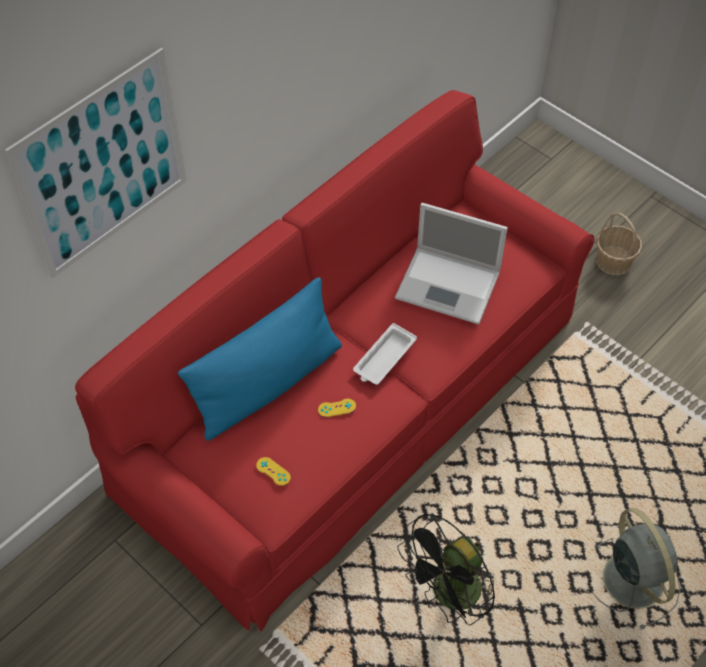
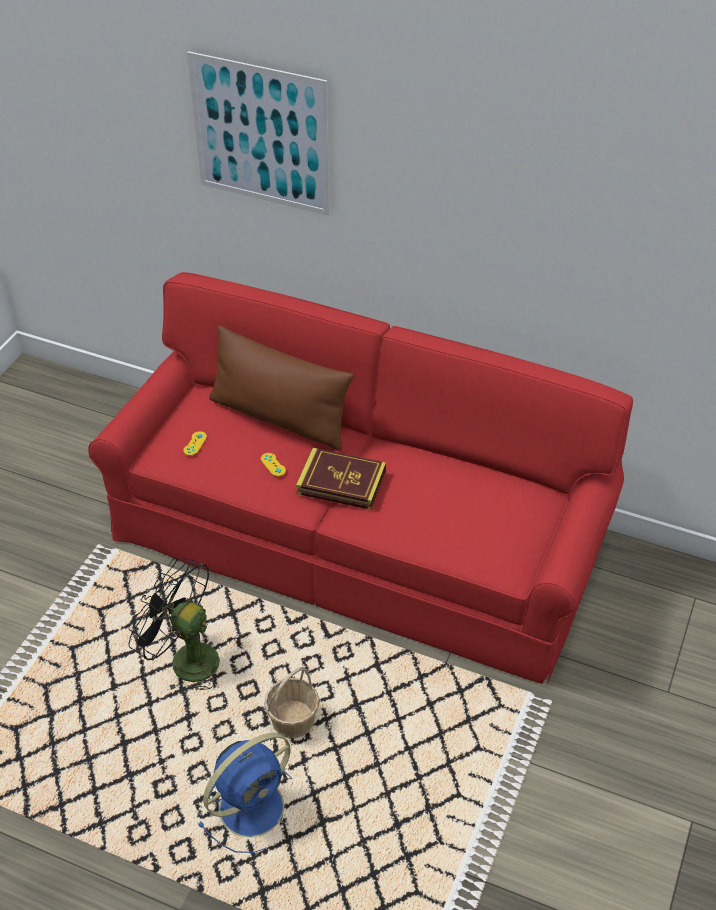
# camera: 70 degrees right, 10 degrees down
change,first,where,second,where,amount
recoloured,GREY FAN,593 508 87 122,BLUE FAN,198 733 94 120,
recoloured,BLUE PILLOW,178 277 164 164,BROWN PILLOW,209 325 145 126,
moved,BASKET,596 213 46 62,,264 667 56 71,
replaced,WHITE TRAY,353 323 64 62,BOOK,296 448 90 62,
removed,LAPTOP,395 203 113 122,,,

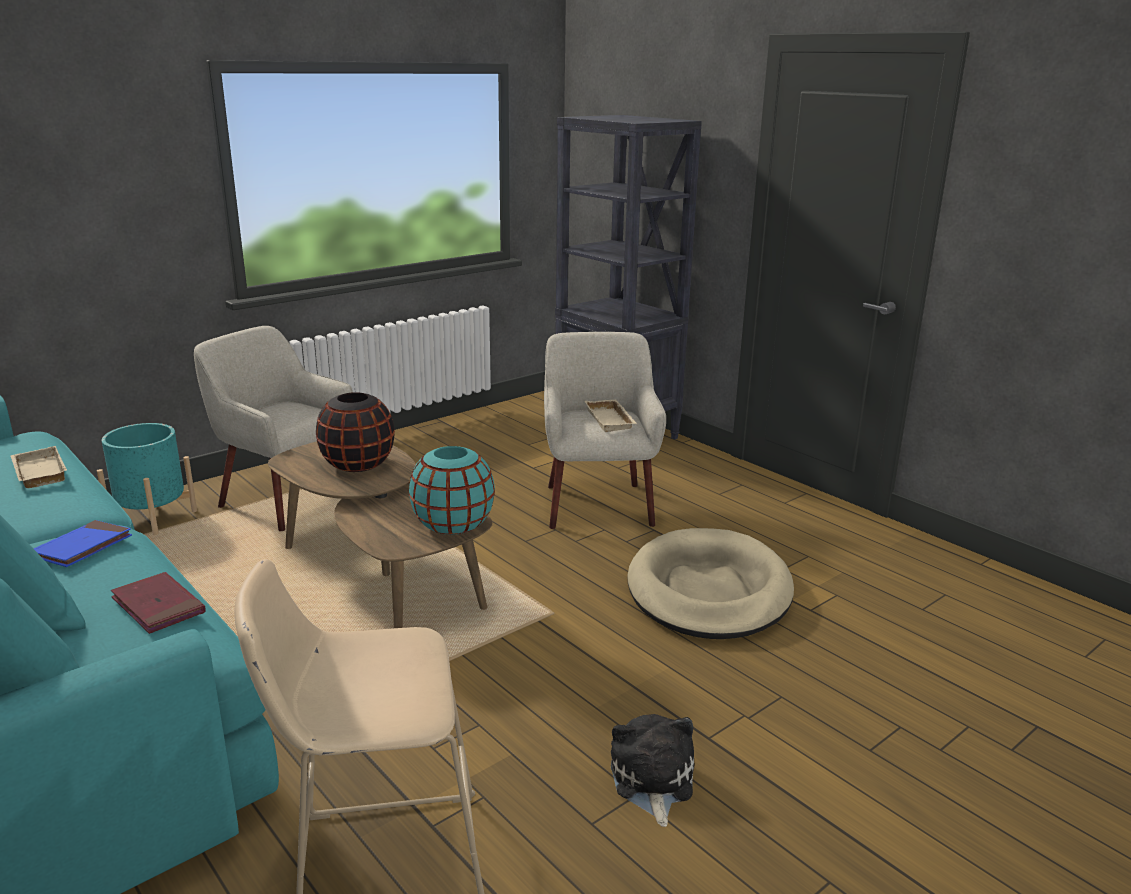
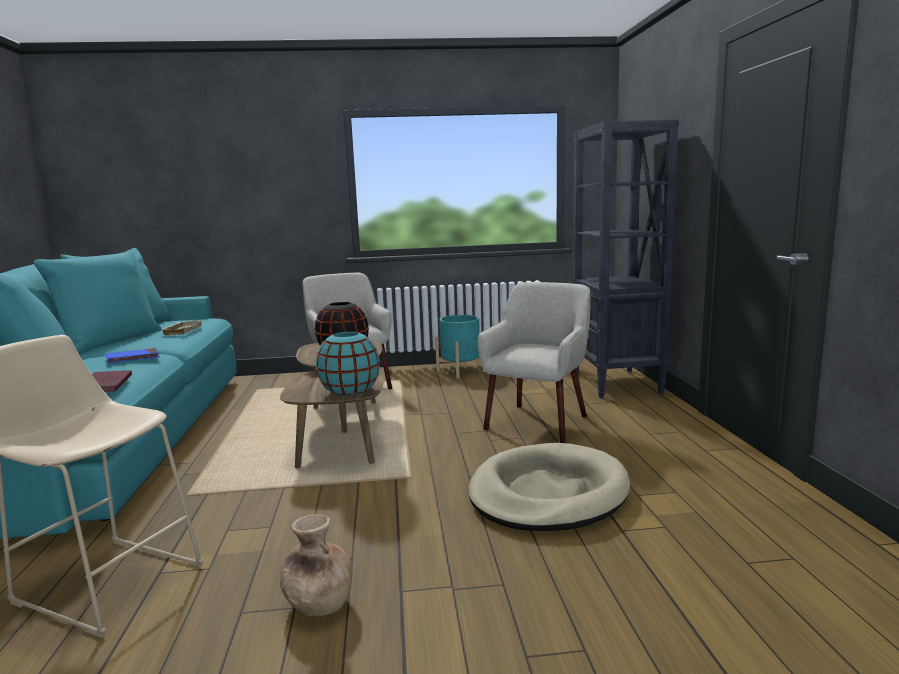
# camera: 35 degrees right, 10 degrees down
change,first,where,second,where,amount
replaced,PLUSH TOY,611 714 83 113,BROWN VASE,280 514 72 102,
moved,TURQUOISE PLANTER,97 423 100 112,,435 315 50 64,
removed,BEIGE TRAY,585 399 52 33,,,

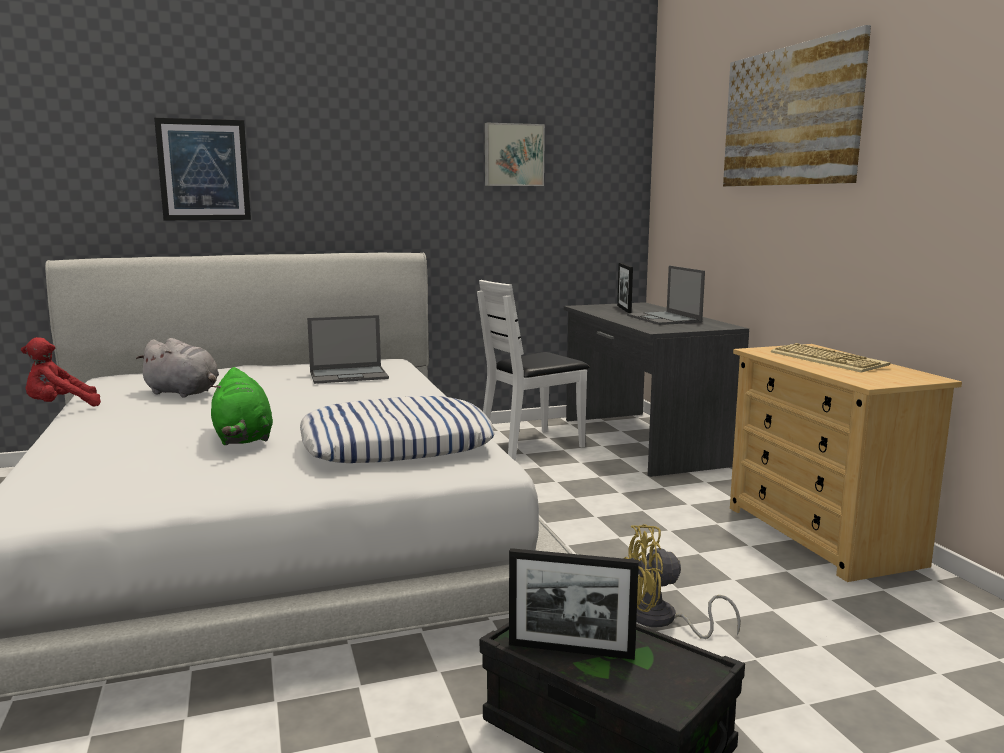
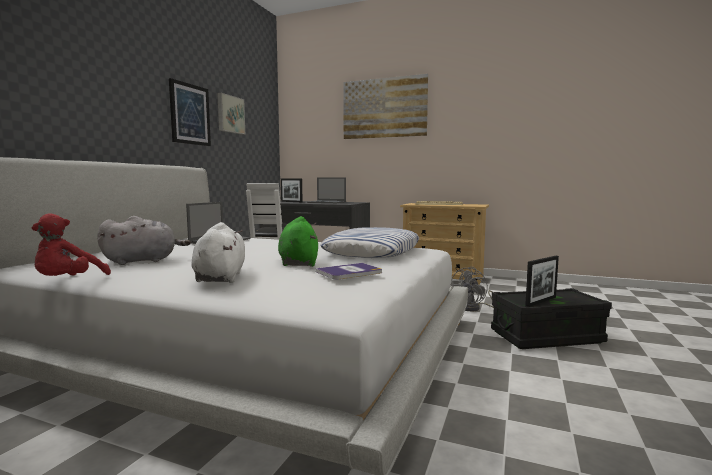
# camera: 50 degrees left, 5 degrees down
change,first,where,second,where,amount
moved,PICTURE,154 118 97 102,,169 78 42 68,
added,,,WHITE PLUSH TOY,191 222 54 61,
turned,GREEN PLUSH TOY,210 367 63 78,,278 216 40 51,120 degrees counterclockwise
added,,,BOOK,315 263 67 16,
recoloured,YELLOW FAN,624 524 117 115,GREY FAN,451 267 43 44,

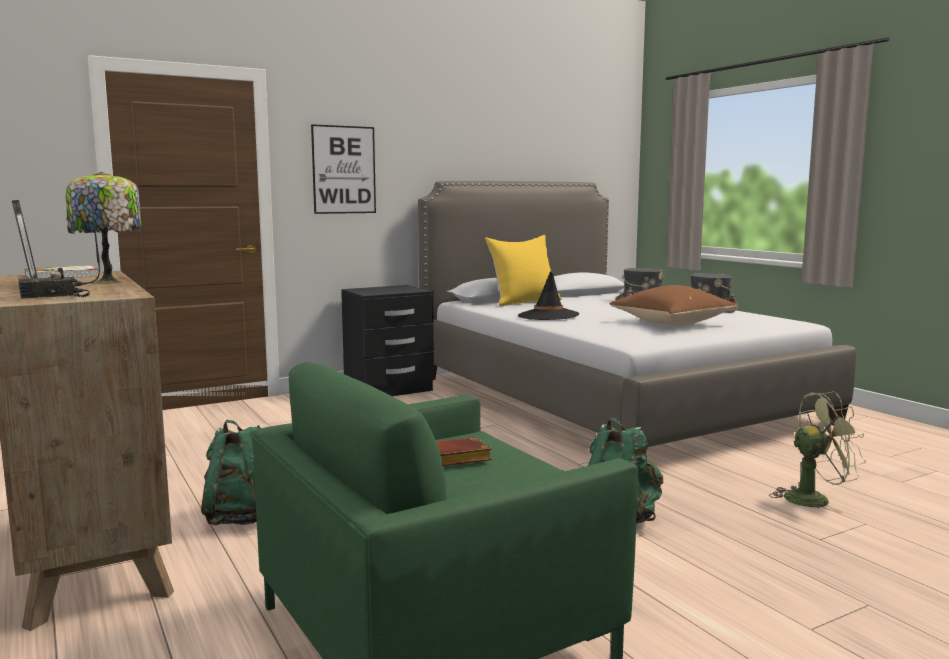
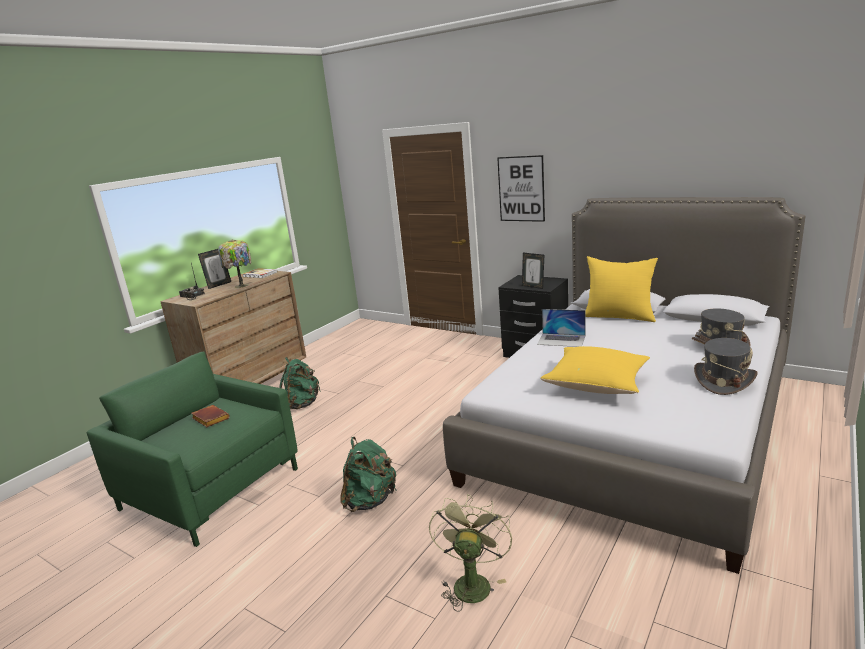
# camera: 65 degrees right, 10 degrees up
change,first,where,second,where,amount
turned,GREEN FAN,769 391 97 123,,429 494 83 118,135 degrees counterclockwise
added,,,PICTURE FRAME,522 253 22 36,
replaced,BLACK HAT,518 271 61 49,LAPTOP,537 309 49 38,
recoloured,BROWN PILLOW,610 285 128 41,YELLOW PILLOW,541 346 109 48,

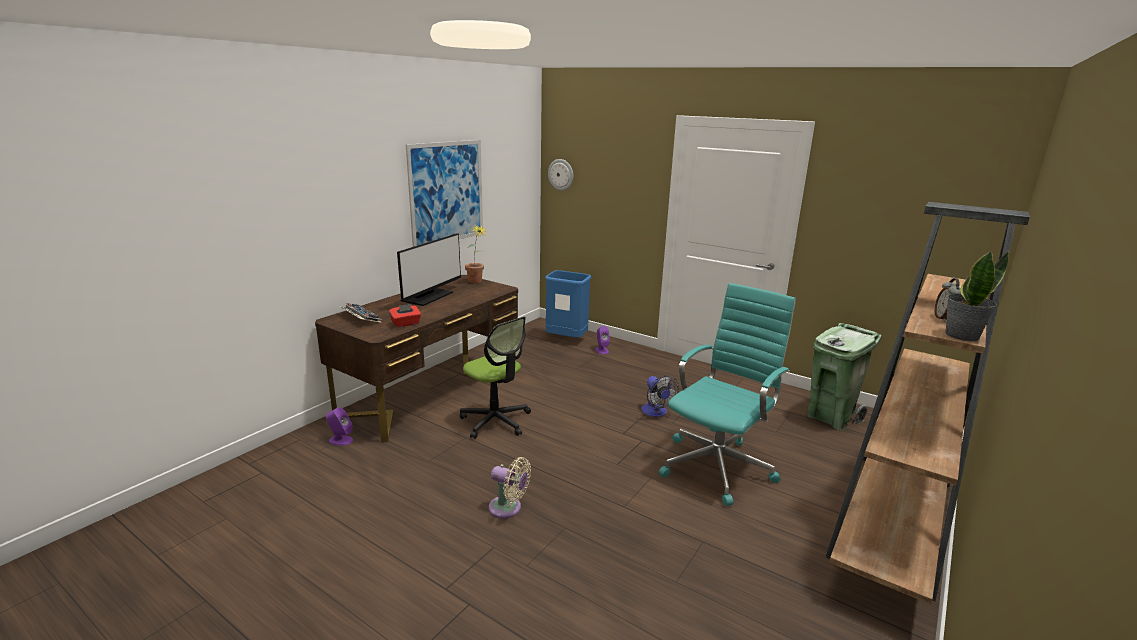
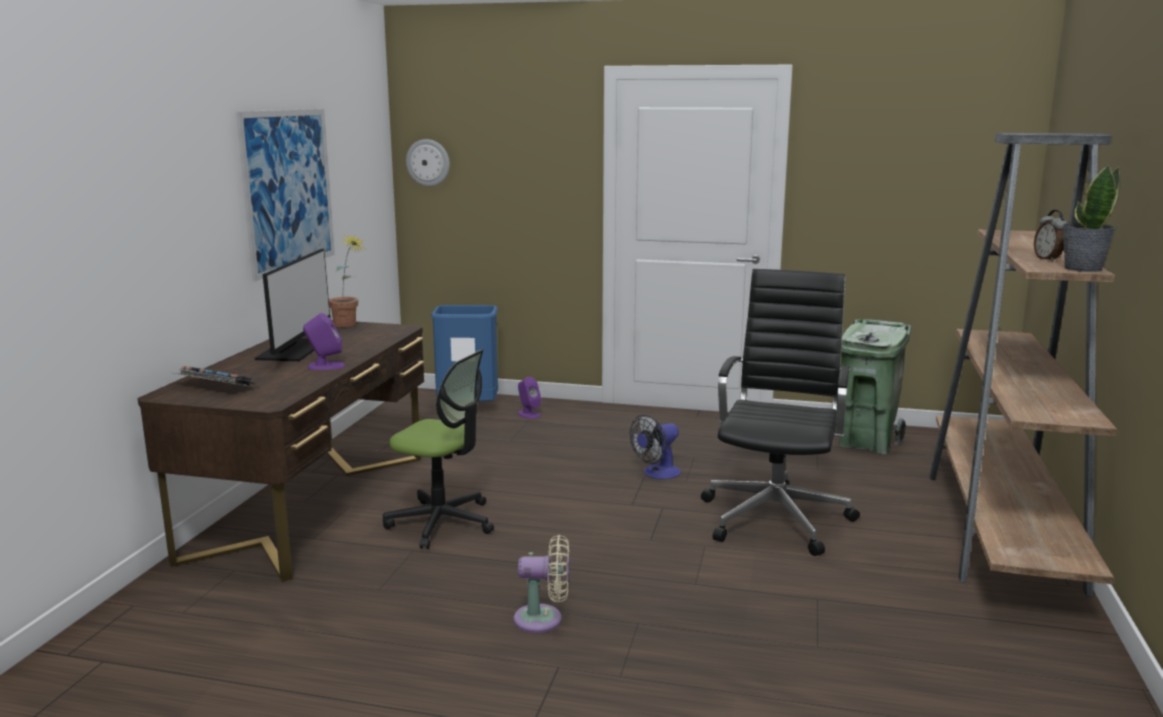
# camera: 20 degrees left, 5 degrees down
change,first,where,second,where,amount
moved,PURPLE SPEAKER,325 407 28 39,,303 313 42 57,
turned,FAN,641 376 38 41,,630 414 51 65,90 degrees clockwise
recoloured,TURQUOISE OFFICE CHAIR,659 283 137 223,BLACK OFFICE CHAIR,701 269 159 287,
removed,RED TISSUE BOX,389 304 32 24,,,

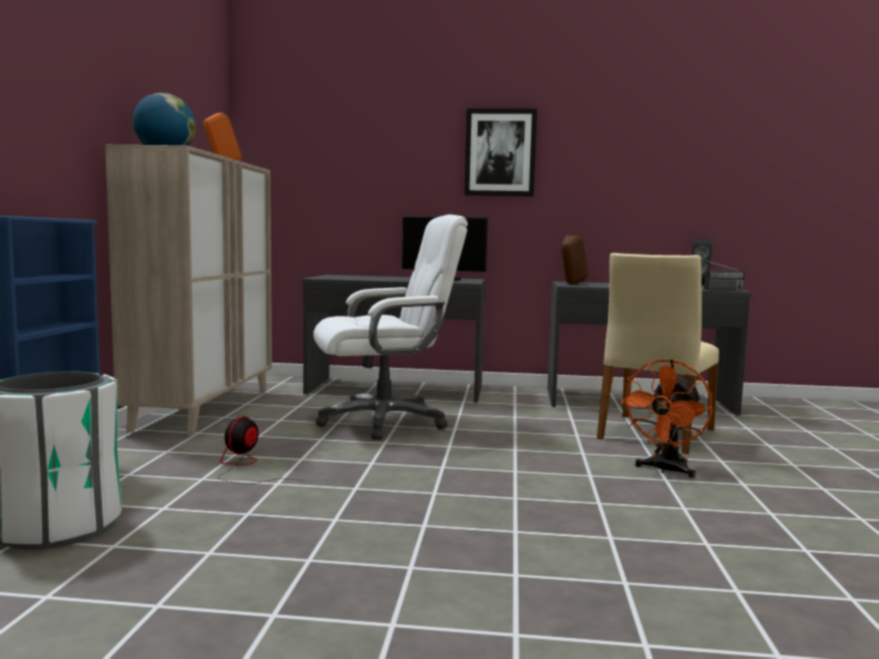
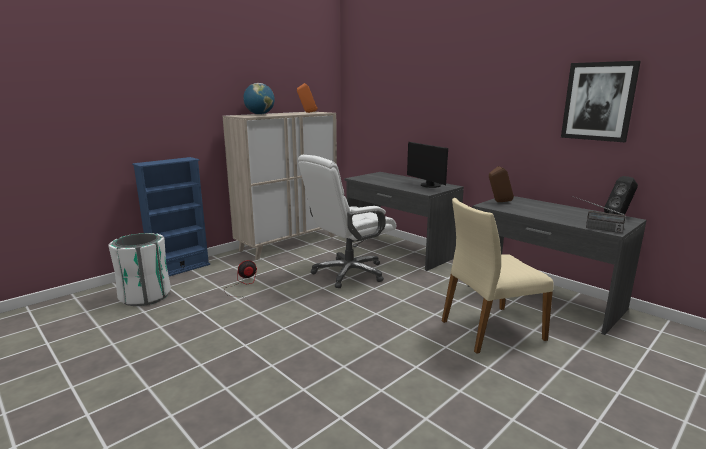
# camera: 40 degrees right, 10 degrees up
change,first,where,second,where,amount
turned,WHITE OFFICE CHAIR,313 214 155 226,,298 155 98 133,120 degrees clockwise
moved,PICTURE,464 108 73 89,,561 61 80 81,
removed,ORANGE FAN,620 359 92 119,,,

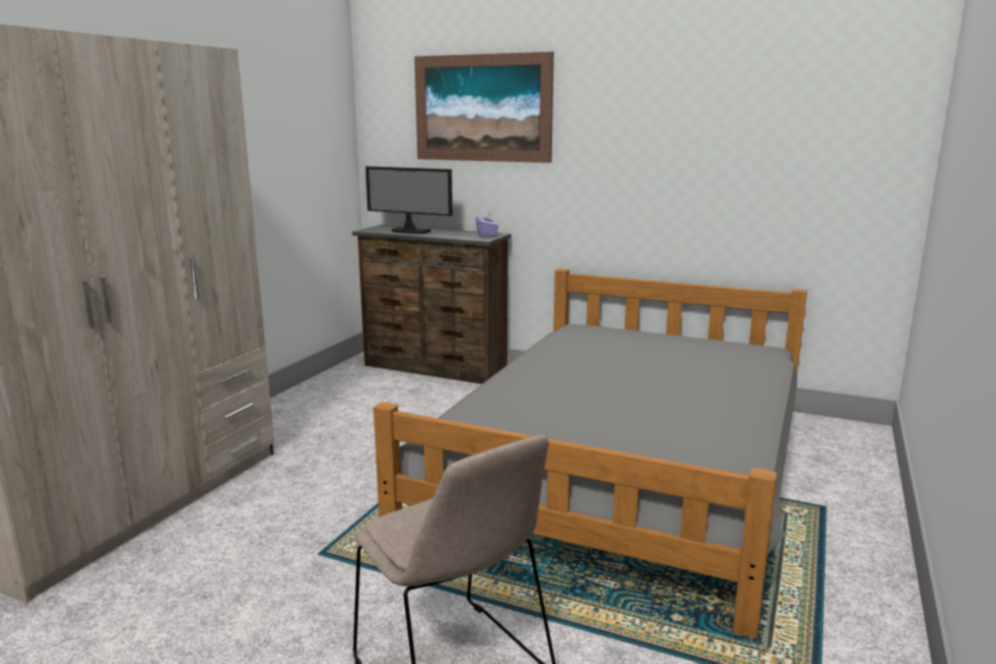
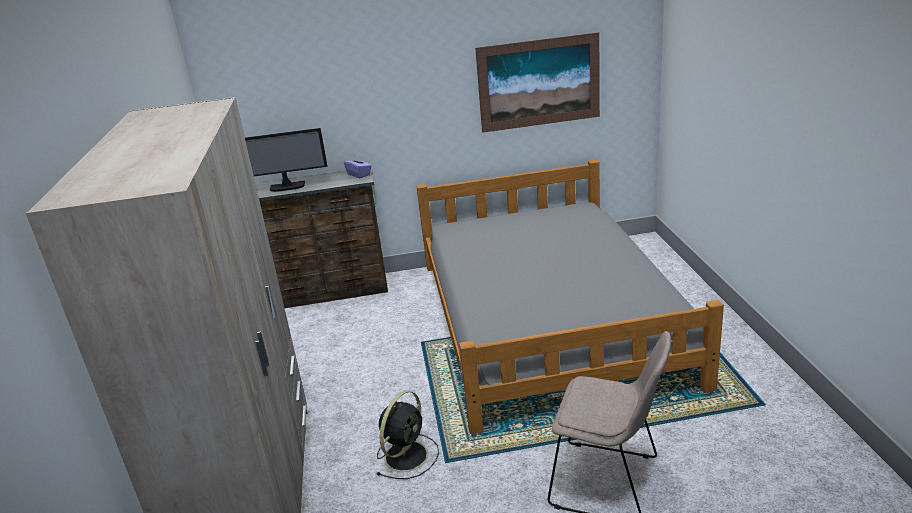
# camera: 30 degrees left, 10 degrees up
change,first,where,second,where,amount
added,,,BLACK FAN,377 391 62 88,
moved,PICTURE,414 52 140 111,,475 32 125 101,

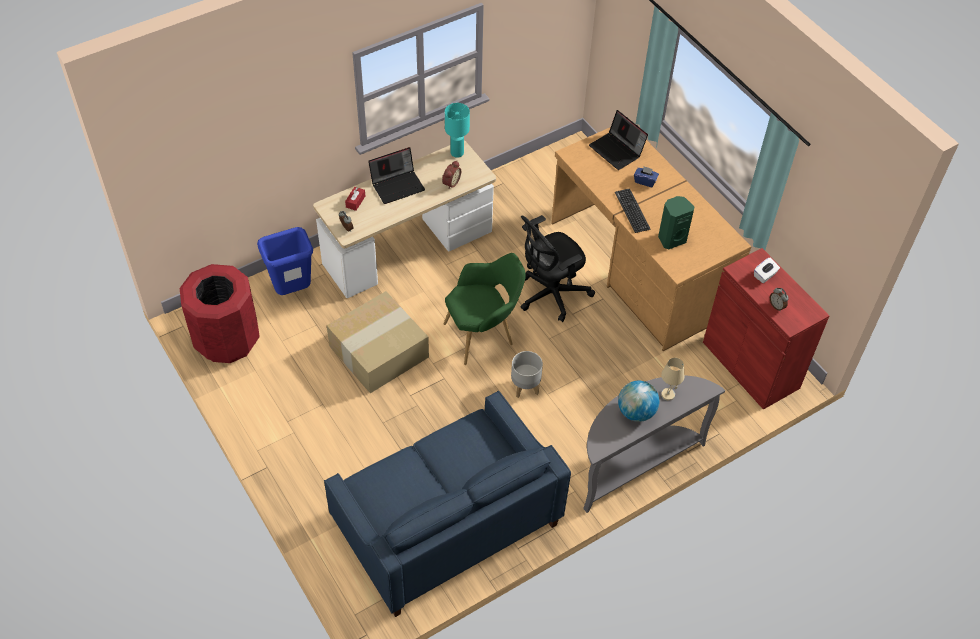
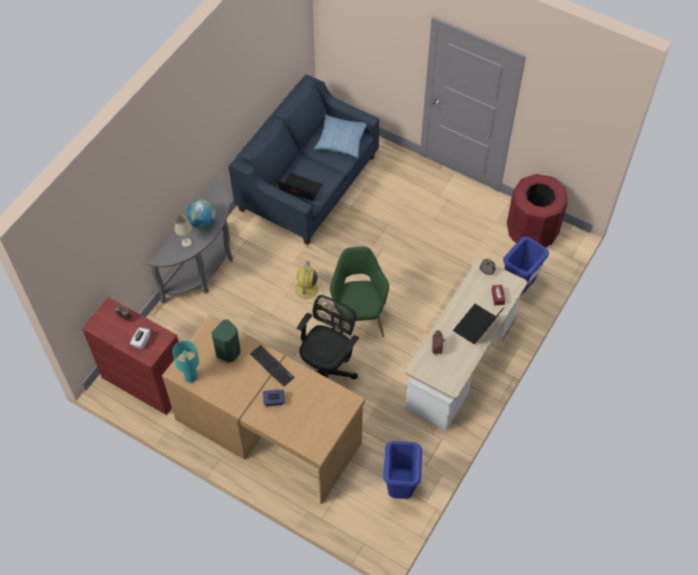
# camera: 155 degrees right, 5 degrees up
change,first,where,second,where,amount
moved,TURQUOISE TABLE LAMP,445 103 25 55,,172 341 27 42,
moved,LAPTOP,589 110 59 60,,277 173 45 28,
replaced,GREY PLANTER,511 351 32 47,YELLOW FAN,291 261 32 43,
added,,,PILLOW,314 114 53 44,
turned,GREEN ARMCHAIR,444 253 82 112,,330 247 59 90,135 degrees clockwise
added,,,BLUE TRASH CAN,383 441 39 58,
removed,CARDBOARD BOX,327 291 102 102,,,

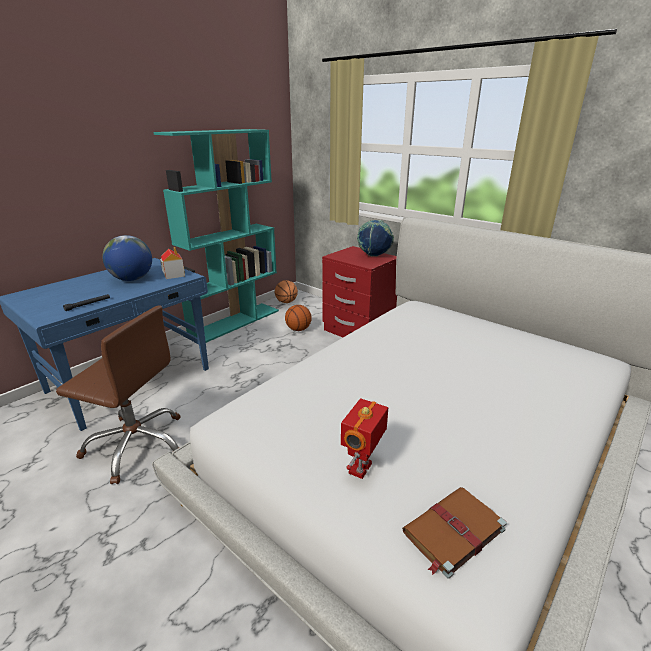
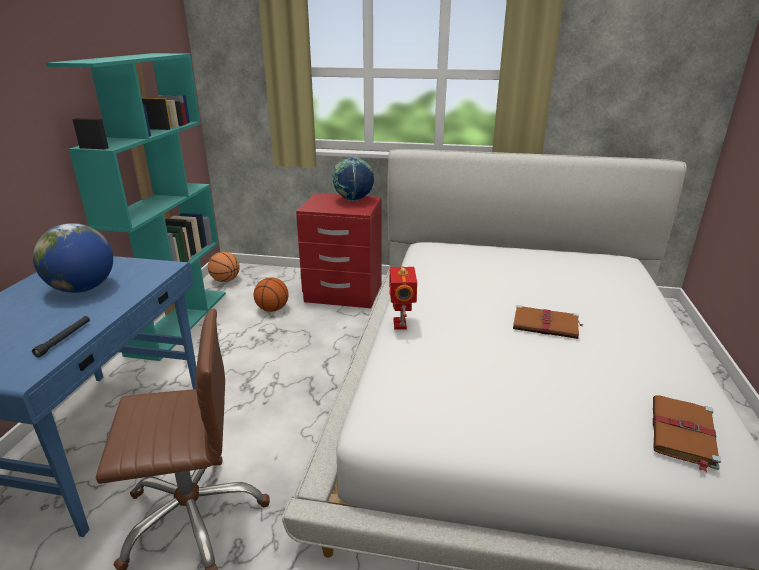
# camera: 30 degrees left, 0 degrees up
change,first,where,second,where,amount
moved,TOY ROBOT,341 398 47 81,,389 266 28 64,
added,,,BROWN BOOK,513 305 71 34,
removed,TOY HOUSE,160 247 25 32,,,

